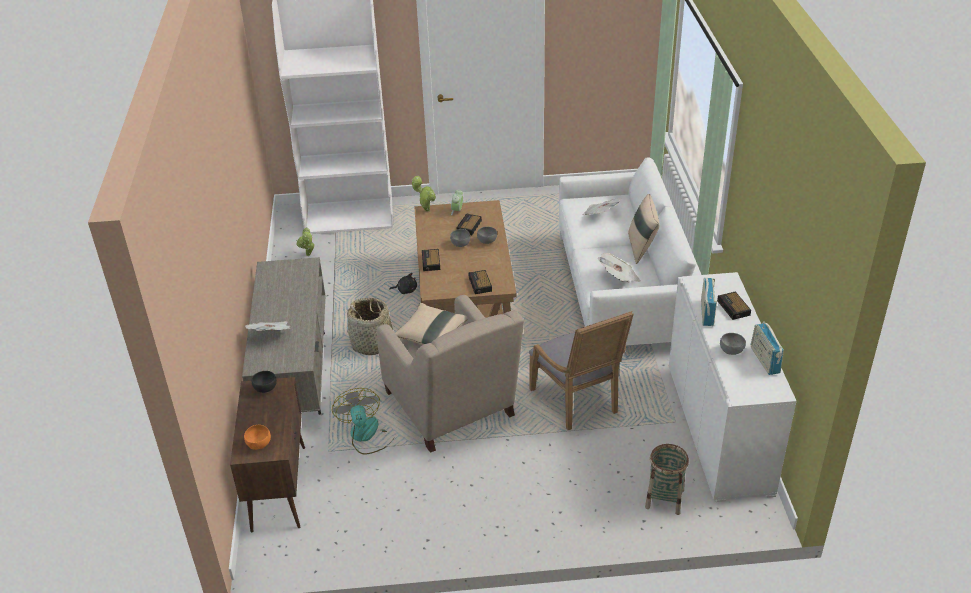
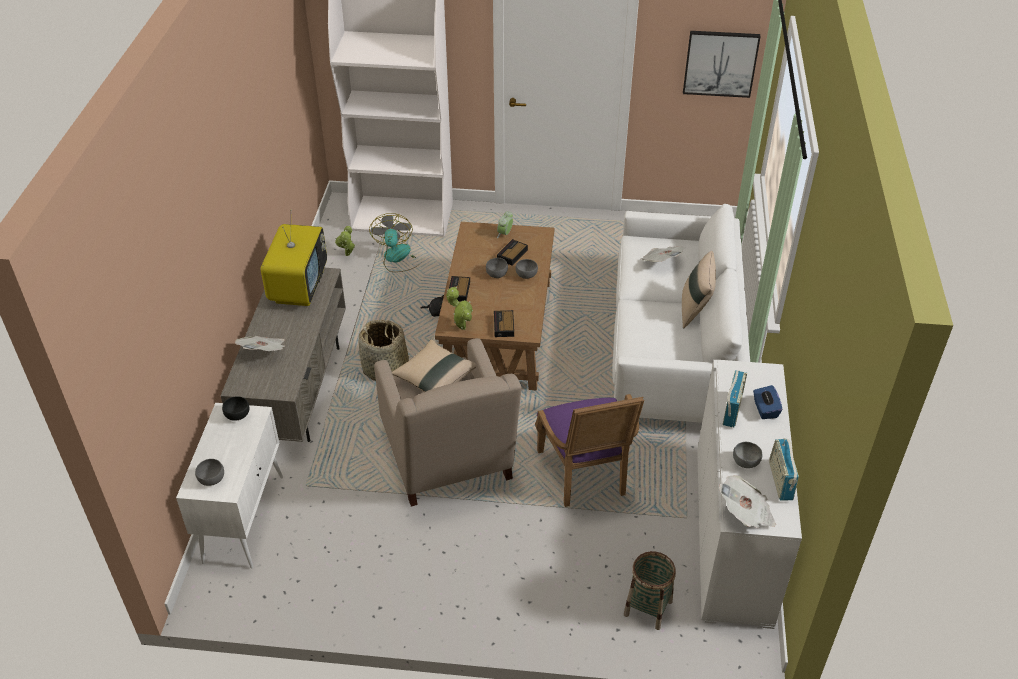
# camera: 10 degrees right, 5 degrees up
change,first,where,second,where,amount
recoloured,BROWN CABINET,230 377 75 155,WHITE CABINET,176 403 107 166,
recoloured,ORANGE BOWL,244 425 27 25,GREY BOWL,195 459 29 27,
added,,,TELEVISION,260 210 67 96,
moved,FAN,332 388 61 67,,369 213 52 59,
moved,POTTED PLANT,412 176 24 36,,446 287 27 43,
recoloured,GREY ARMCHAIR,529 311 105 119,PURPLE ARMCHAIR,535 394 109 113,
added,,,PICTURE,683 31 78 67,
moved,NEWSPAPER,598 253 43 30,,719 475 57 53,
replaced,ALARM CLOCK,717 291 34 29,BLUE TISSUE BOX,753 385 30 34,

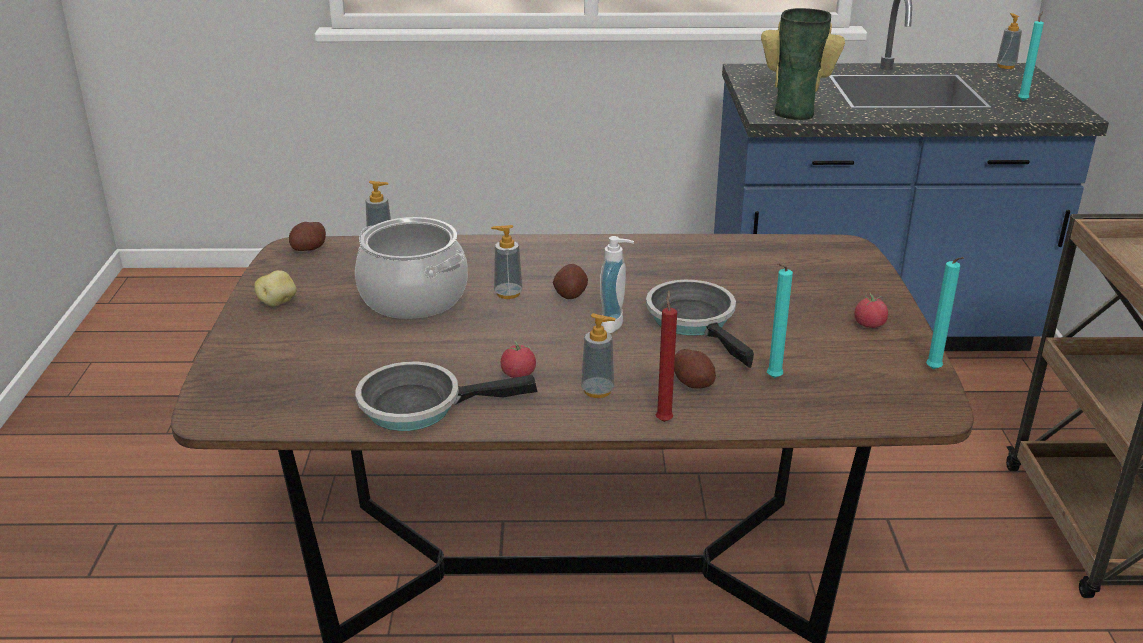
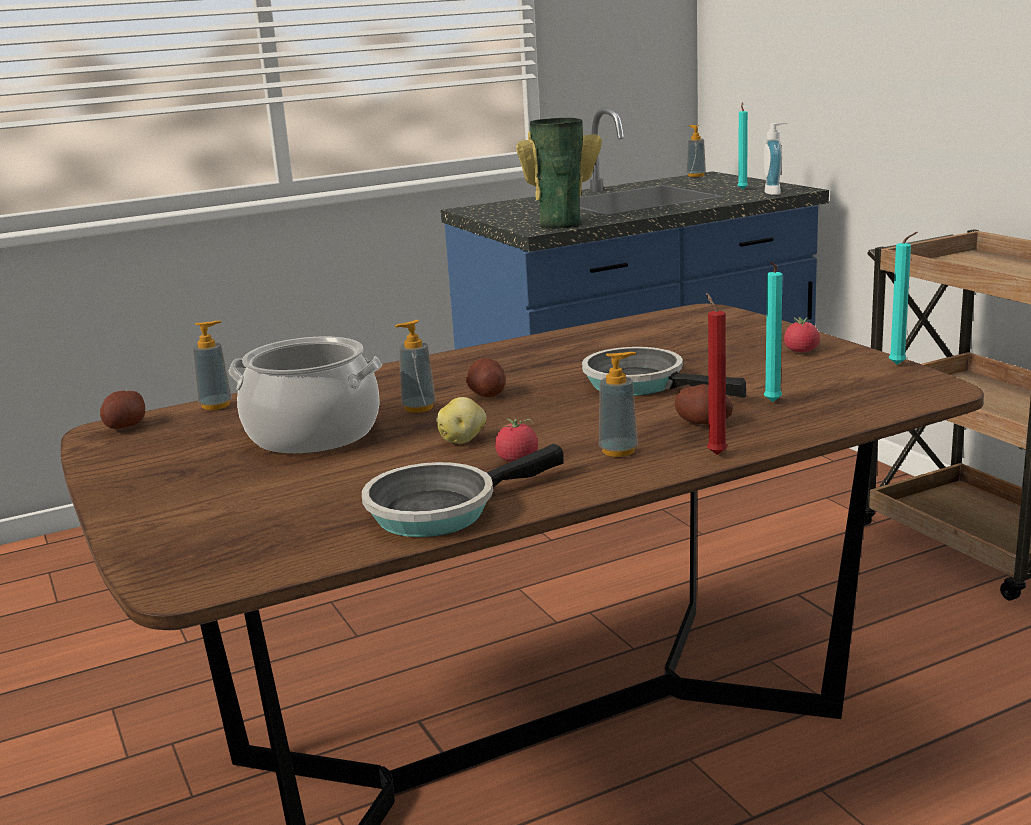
# camera: 25 degrees left, 10 degrees down
change,first,where,second,where,amount
moved,POTATO,254 270 43 36,,437 397 50 47,
moved,SOAP DISPENSER,600 236 34 97,,764 123 24 72,

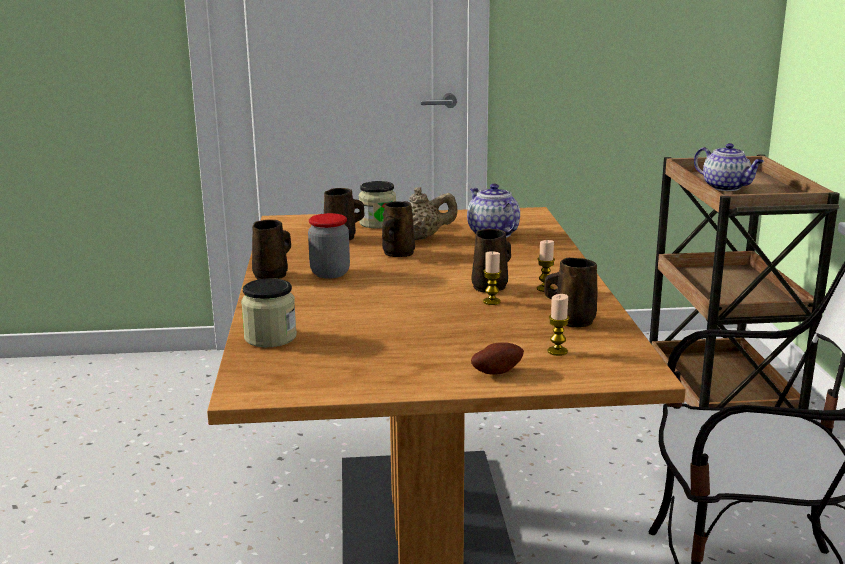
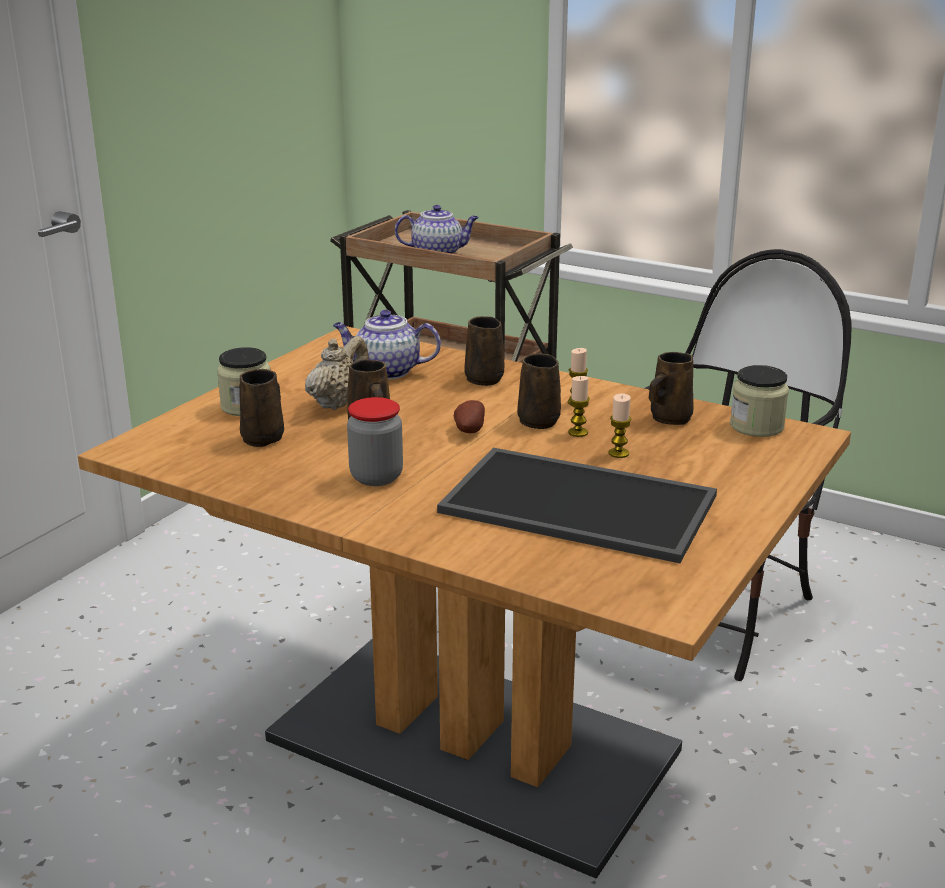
# camera: 55 degrees left, 5 degrees up
change,first,where,second,where,amount
added,,,TRAY,437 448 280 115,
moved,POTATO,471 342 53 33,,454 400 31 34,
moved,BROWN MUG,252 220 39 60,,465 316 40 70,
moved,CANDLE,548 294 21 62,,608 393 24 65,
moved,JAR,241 278 56 69,,730 365 59 72,

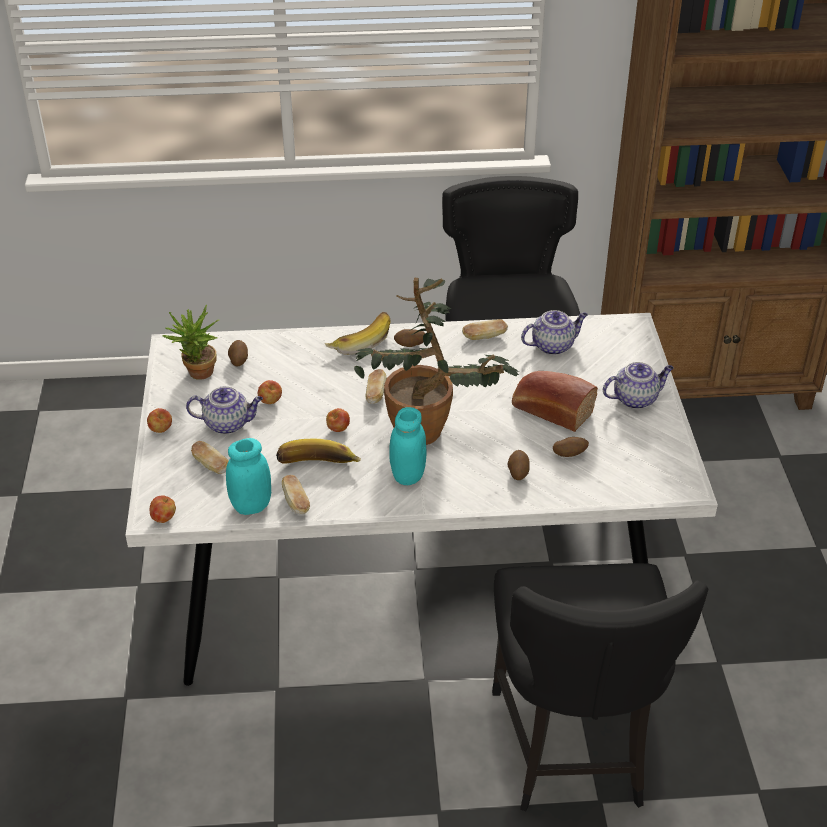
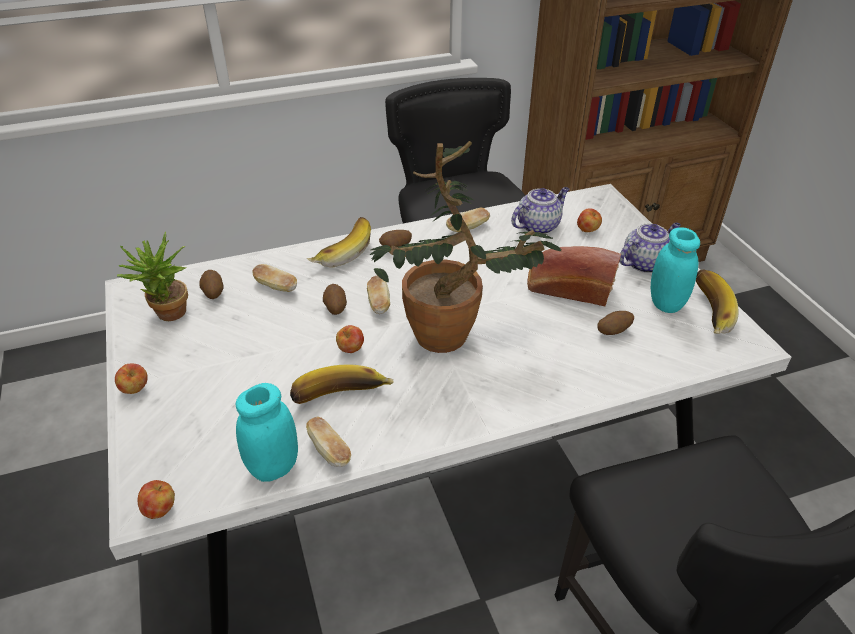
# camera: 15 degrees left, 0 degrees up
change,first,where,second,where,amount
moved,BREAD,191 441 37 33,,253 264 44 28,
moved,POTATO,507 450 23 30,,323 284 24 31,
moved,APPLE,258 380 24 24,,577 208 25 24,
moved,TURQUOISE JAR,389 407 37 78,,651 228 49 85,
added,,,BANANA,696 269 43 65,
removed,TEAPOT,186 386 77 48,,,

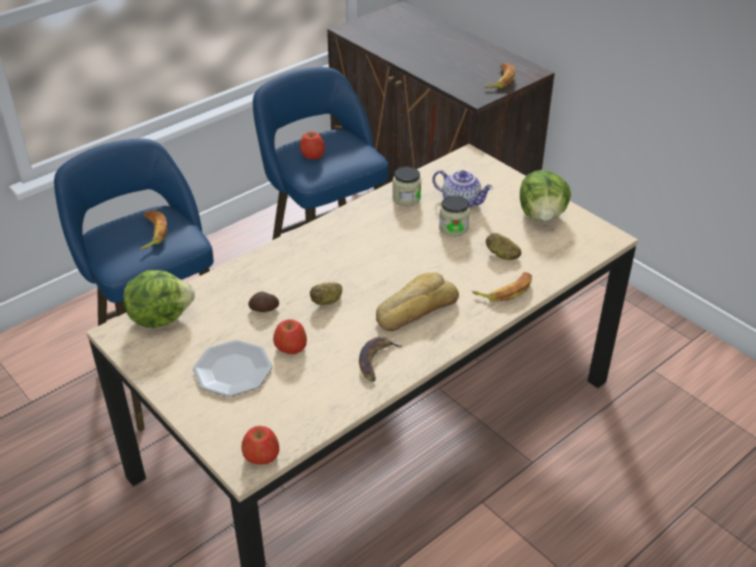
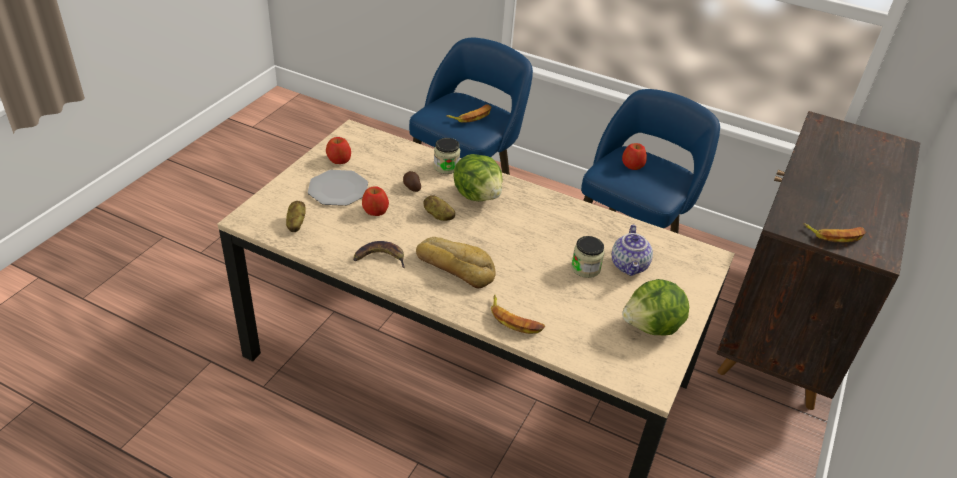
# camera: 65 degrees right, 0 degrees up
change,first,where,second,where,amount
moved,POTATO,486 233 35 27,,286 201 20 31,
moved,APPLE,241 426 38 39,,326 137 25 27,
moved,JAR,392 166 29 40,,434 138 26 36,
moved,LETTUCE,123 270 72 58,,453 154 50 47,

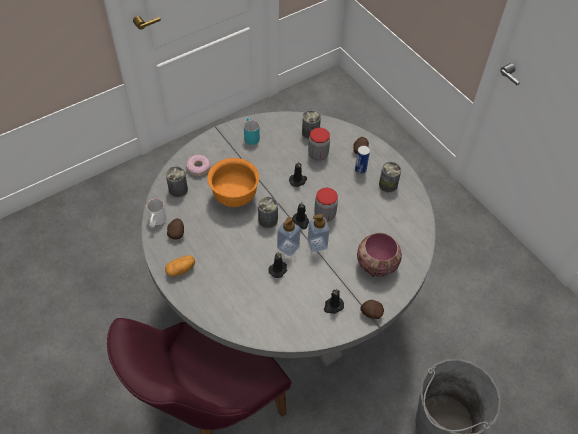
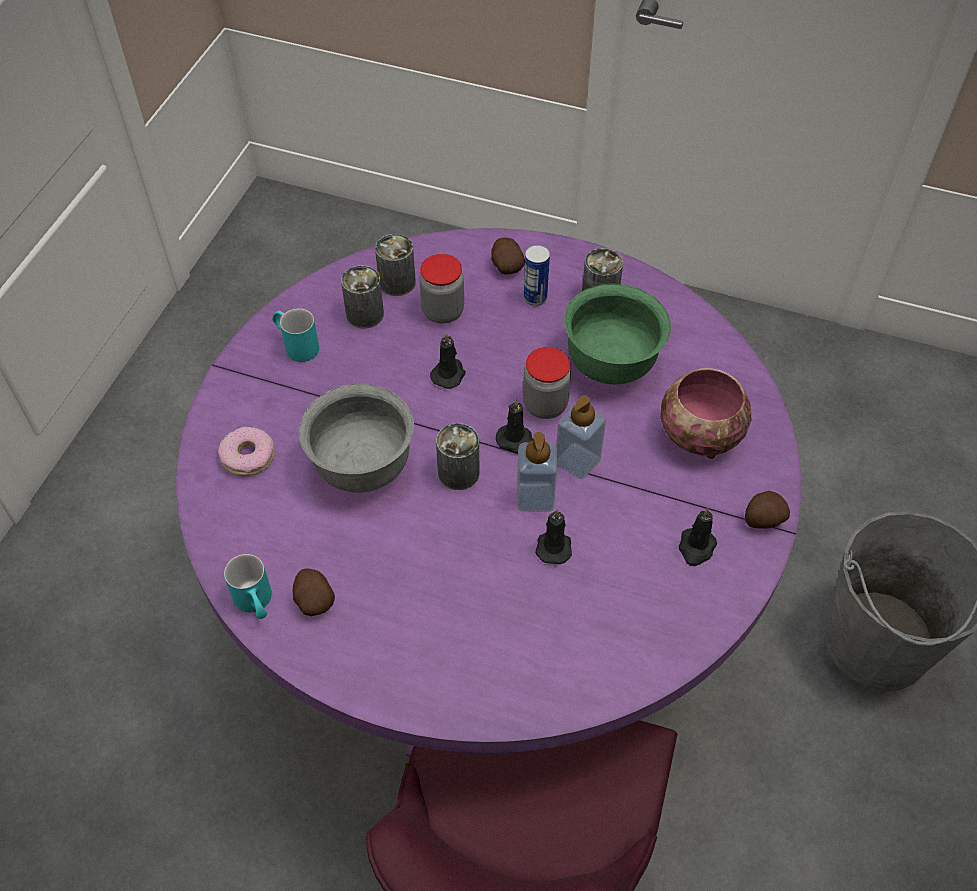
# camera: 35 degrees left, 0 degrees up
change,first,where,second,where,amount
recoloured,GREY DINING TABLE,141 111 295 257,PURPLE DINING TABLE,176 228 625 529,
recoloured,WHITE MUG,147 199 20 29,TURQUOISE MUG,224 554 48 65,
recoloured,ORANGE BOWL,207 158 52 49,GREY BOWL,299 384 115 109,
moved,CAN,166 166 22 31,,341 265 43 63,
added,,,GREEN BOWL,564 284 107 100,
removed,POTATO,165 255 30 21,,,

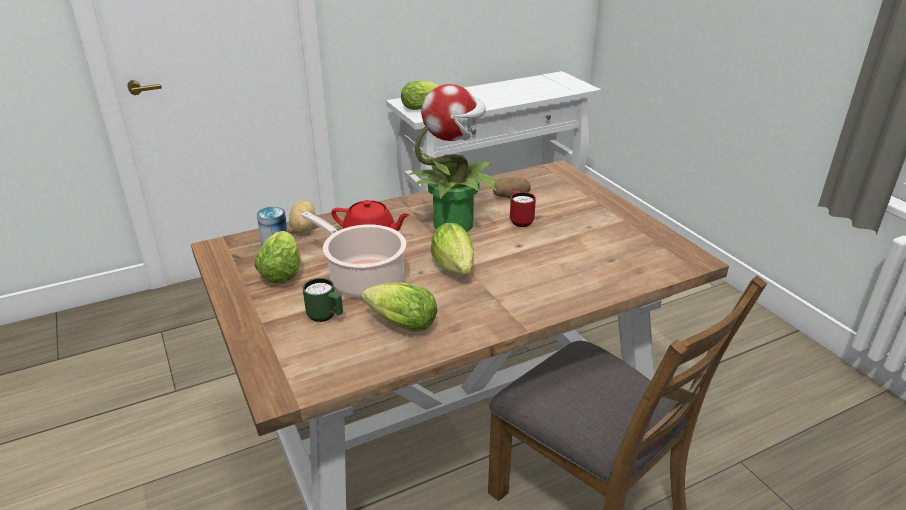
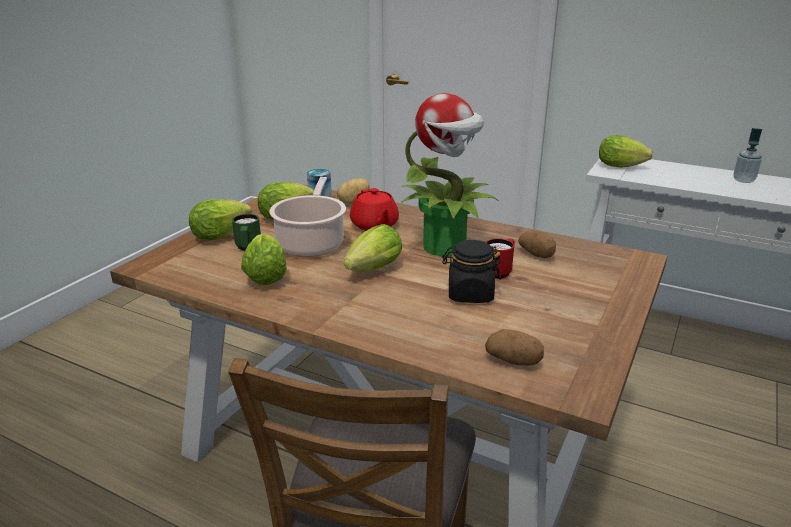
# camera: 55 degrees right, 5 degrees down
change,first,where,second,where,amount
added,,,LETTUCE,189 199 63 42,
added,,,BLACK JAR,442 240 59 63,
added,,,POTATO,485 329 59 37,
added,,,SOAP DISPENSER,734 128 28 55,

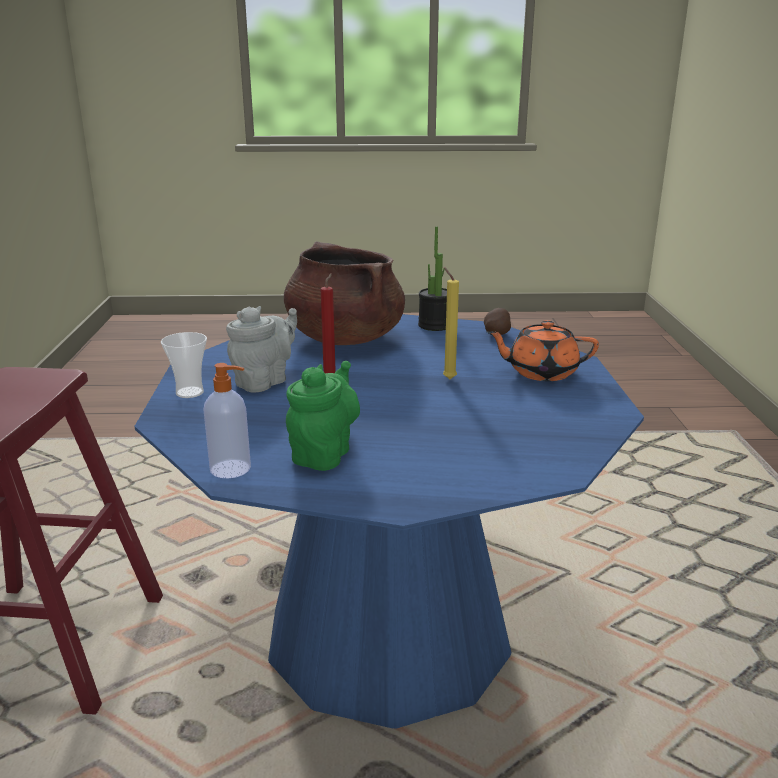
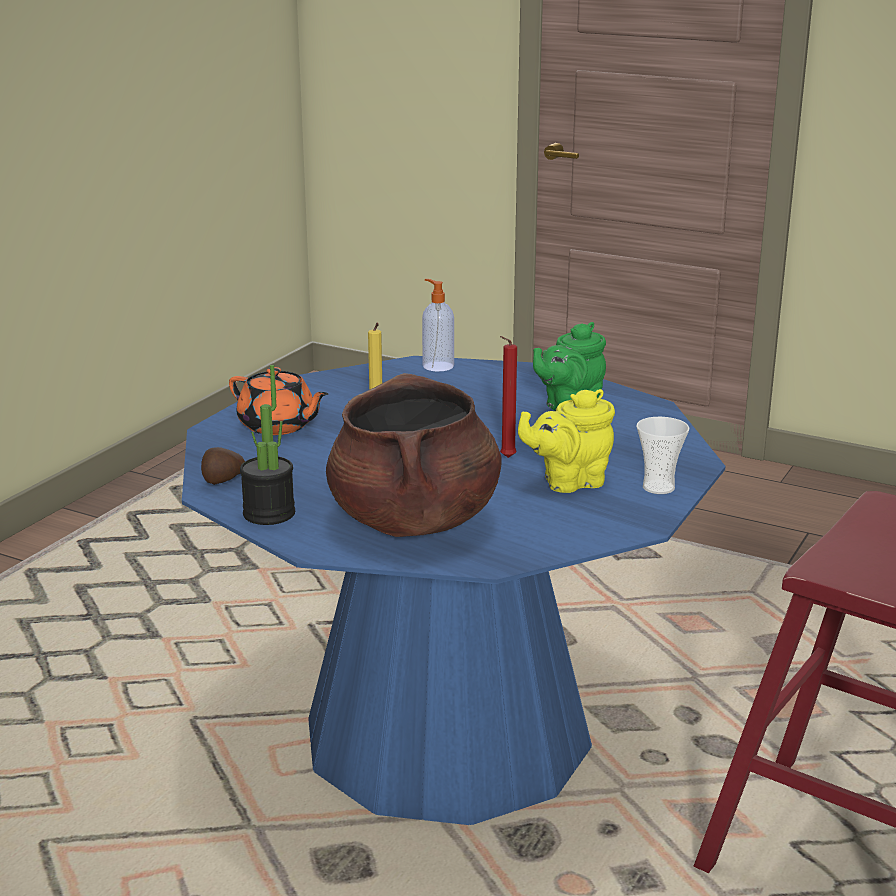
# camera: 150 degrees left, 0 degrees up
change,first,where,second,where,amount
moved,SOAP DISPENSER,203 363 48 115,,422 279 32 93,
recoloured,GREY TEAPOT,226 306 71 87,YELLOW TEAPOT,518 389 97 104,

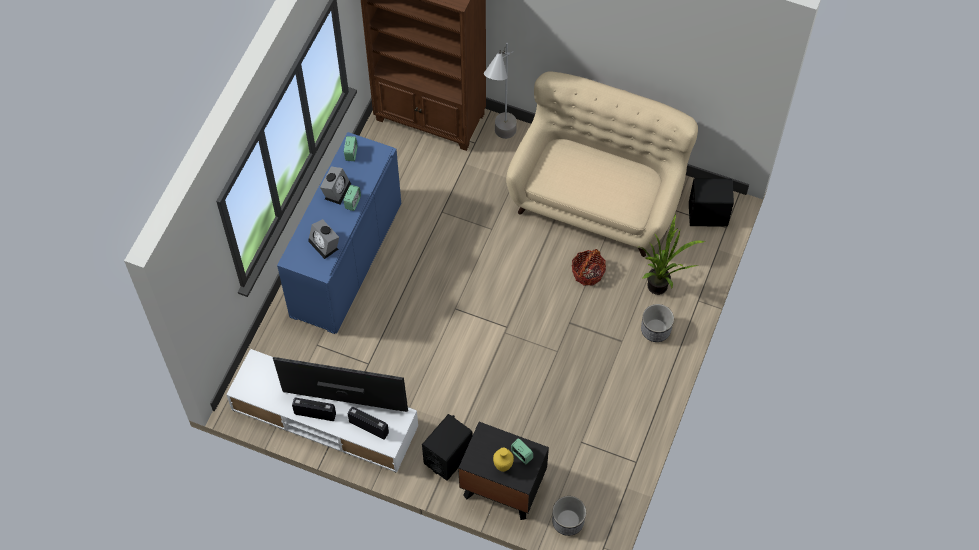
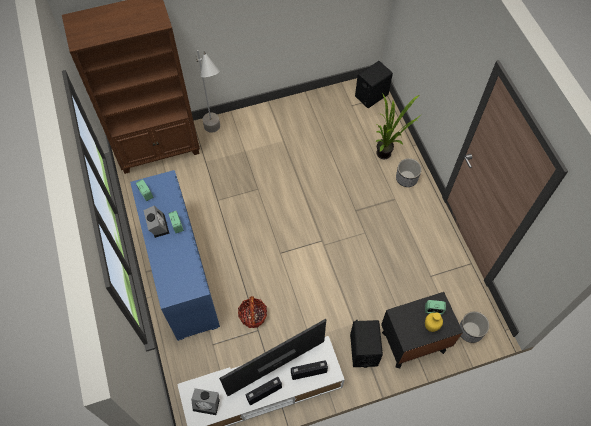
# camera: 40 degrees left, 0 degrees up
change,first,where,second,where,amount
moved,ALARM CLOCK,308 219 31 40,,191 388 29 27,
moved,BASKET,572 249 34 37,,238 296 29 32,
removed,BEIGE SOFA,506 71 192 186,,,

